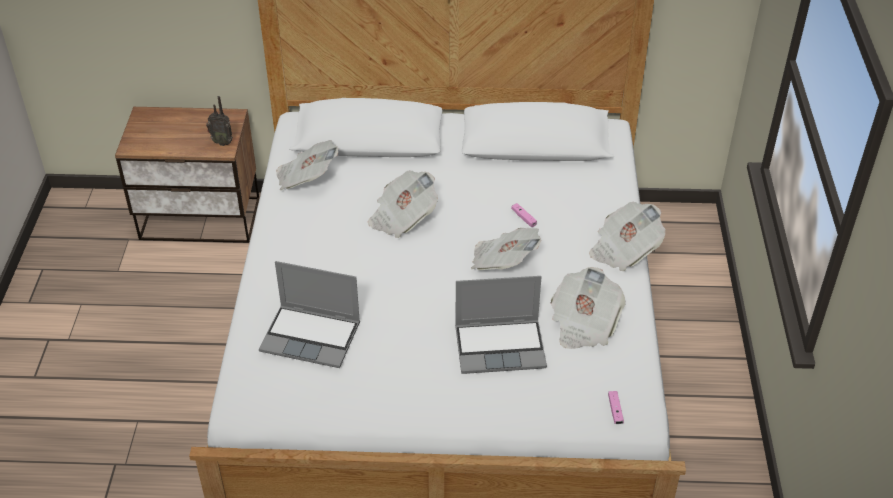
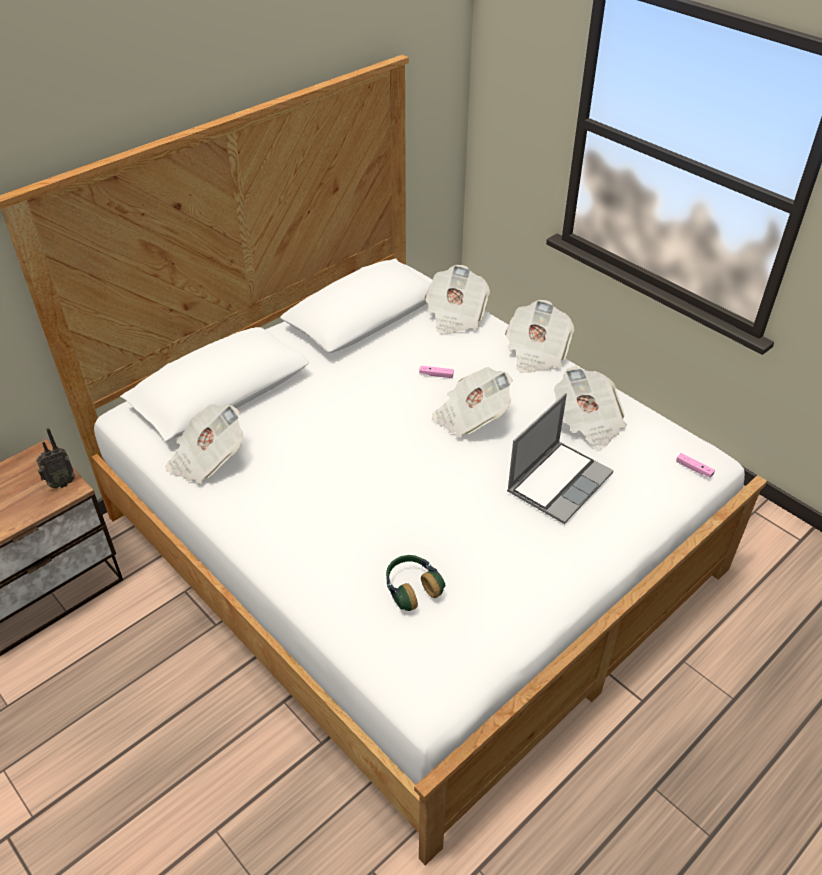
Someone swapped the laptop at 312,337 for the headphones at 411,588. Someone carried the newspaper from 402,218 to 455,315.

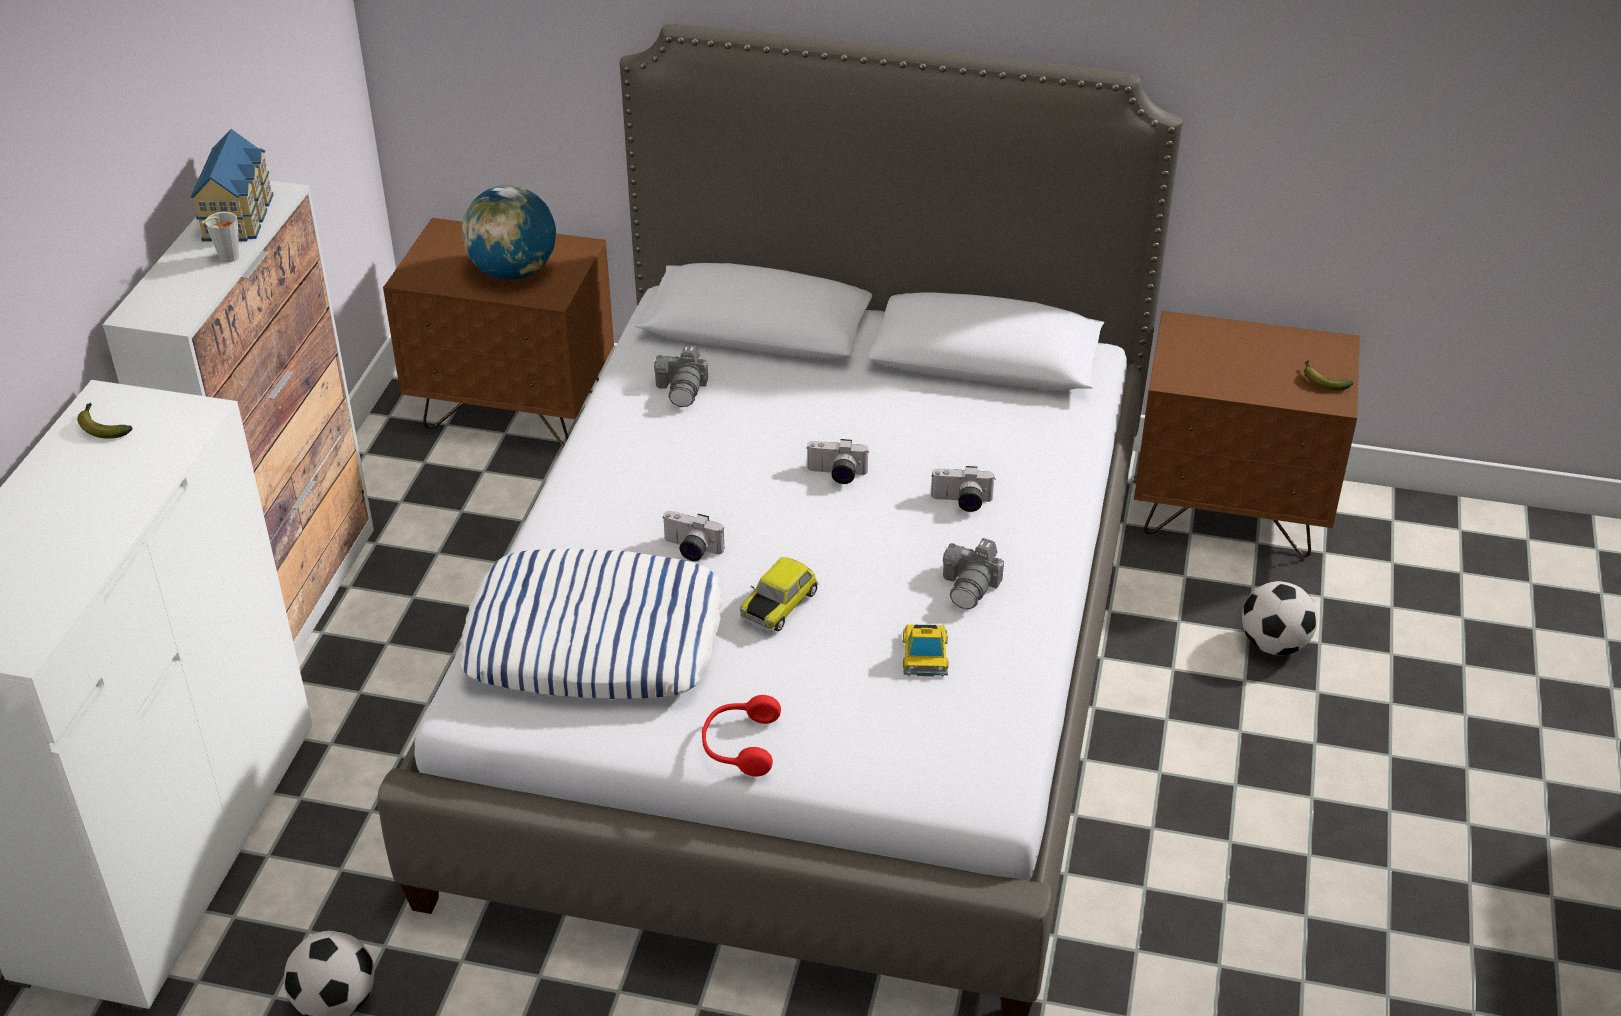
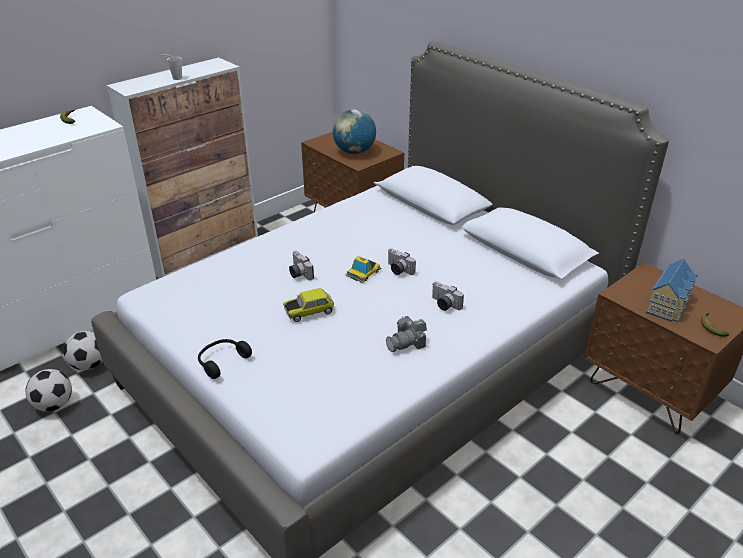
Someone carried the football from 1274,644 to 89,365. Someone repainted the red headphones at 739,745, which became the black headphones at 222,361. Someone carried the toy car from 925,654 to 363,272. Someone carried the toy house from 240,215 to 669,305. Someone took away the pillow at 595,639. Someone took away the photo camera at 683,388.

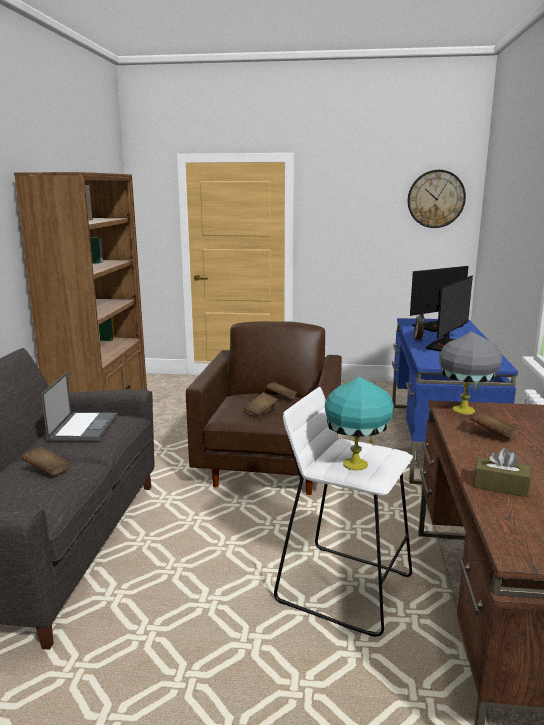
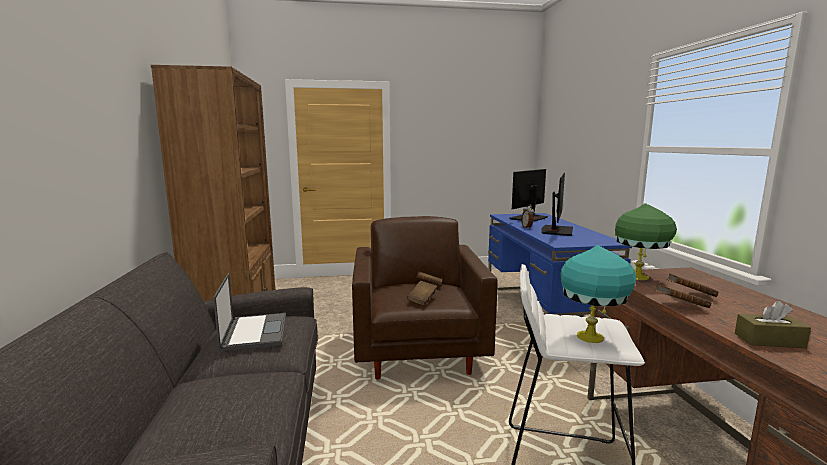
Someone repainted the grey table lamp at 465,410, which became the green table lamp at 639,277. Someone carried the brown book from 47,471 to 680,306. Someone took away the wall clock at 436,199.

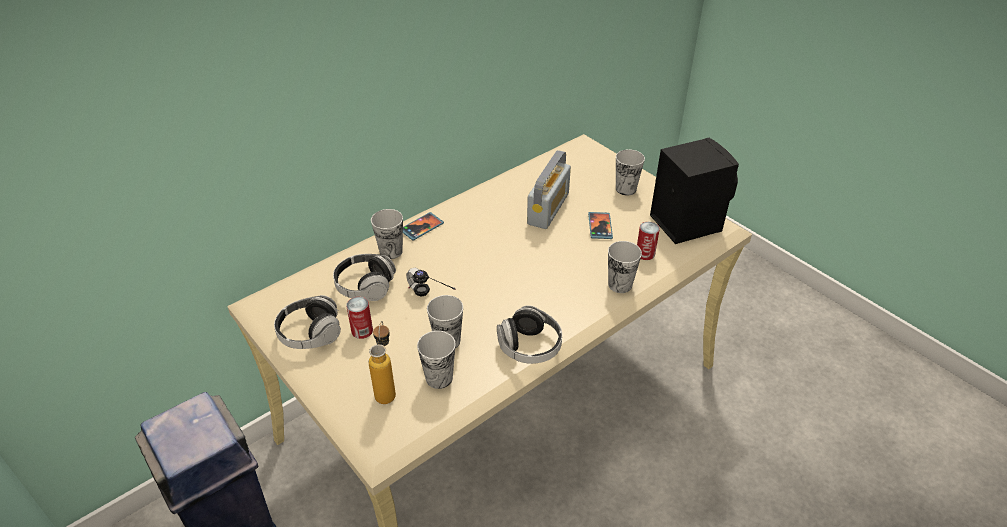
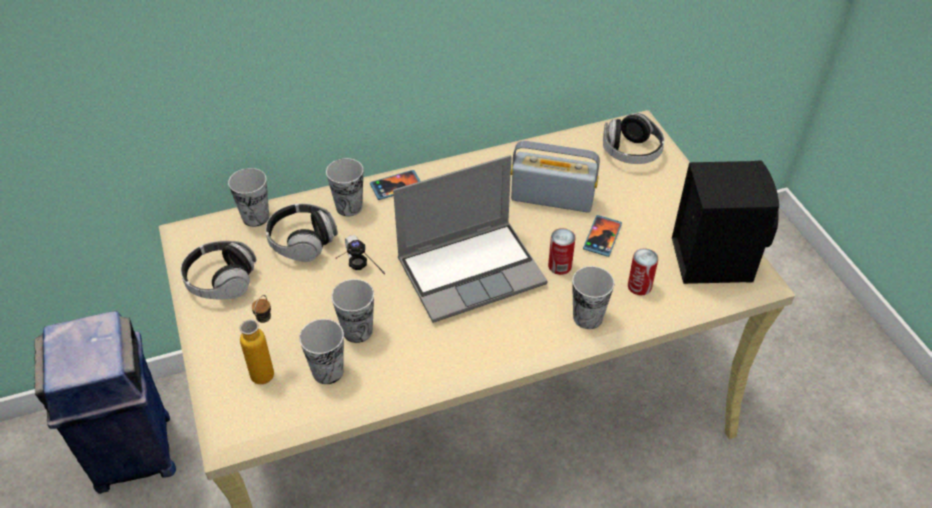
Someone carried the cup from 626,189 to 255,217. Someone put down the laptop at 472,270. Someone rotated the radio at 548,208 by 120 degrees counterclockwise. Someone carried the can from 362,330 to 560,265. Someone carried the headphones from 529,347 to 631,152.

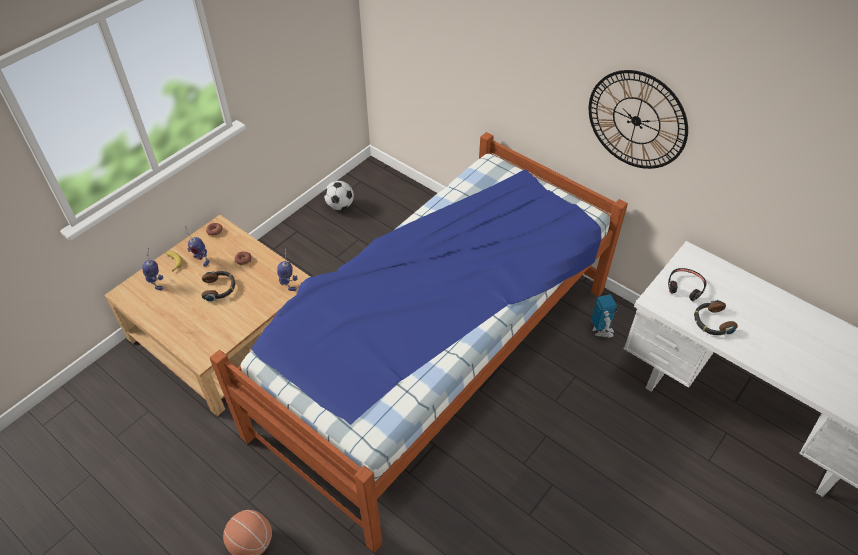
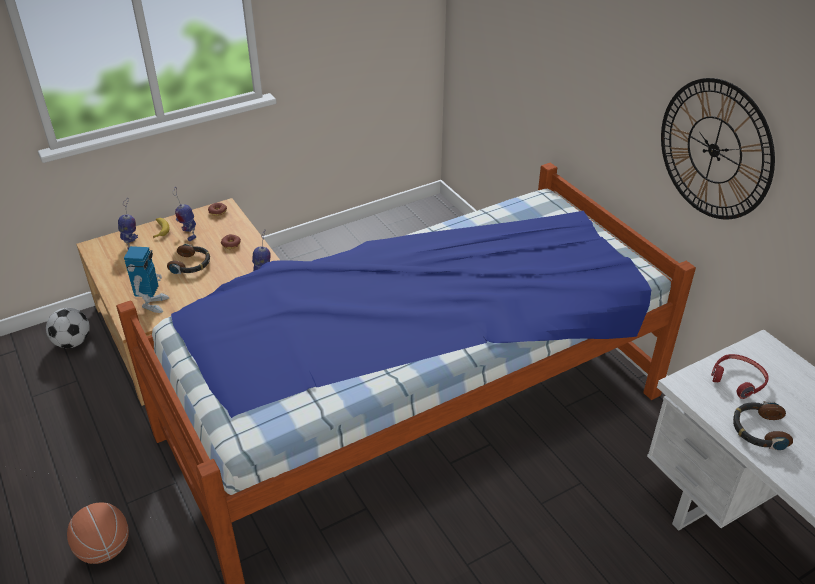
Someone carried the football from 340,206 to 73,342. Someone carried the toy robot from 600,331 to 153,304. Someone repainted the black headphones at 685,287, which became the red headphones at 737,380.

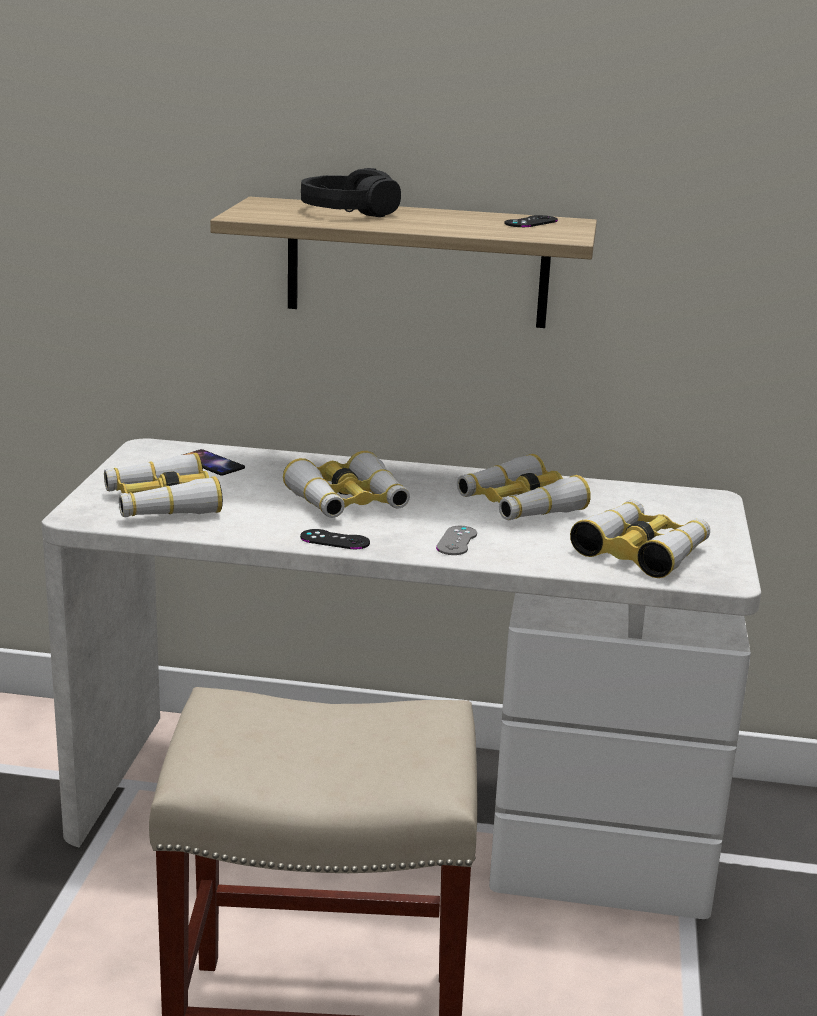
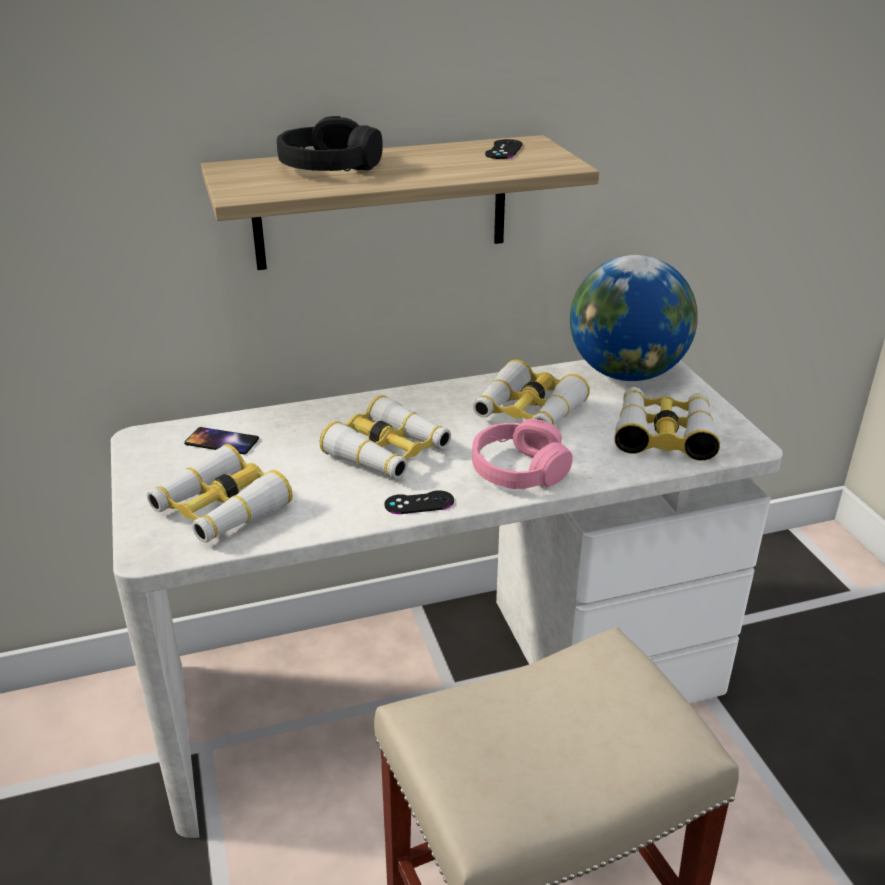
Someone swapped the grey game controller at 457,541 for the pink headphones at 519,469. Someone put down the globe at 626,374.

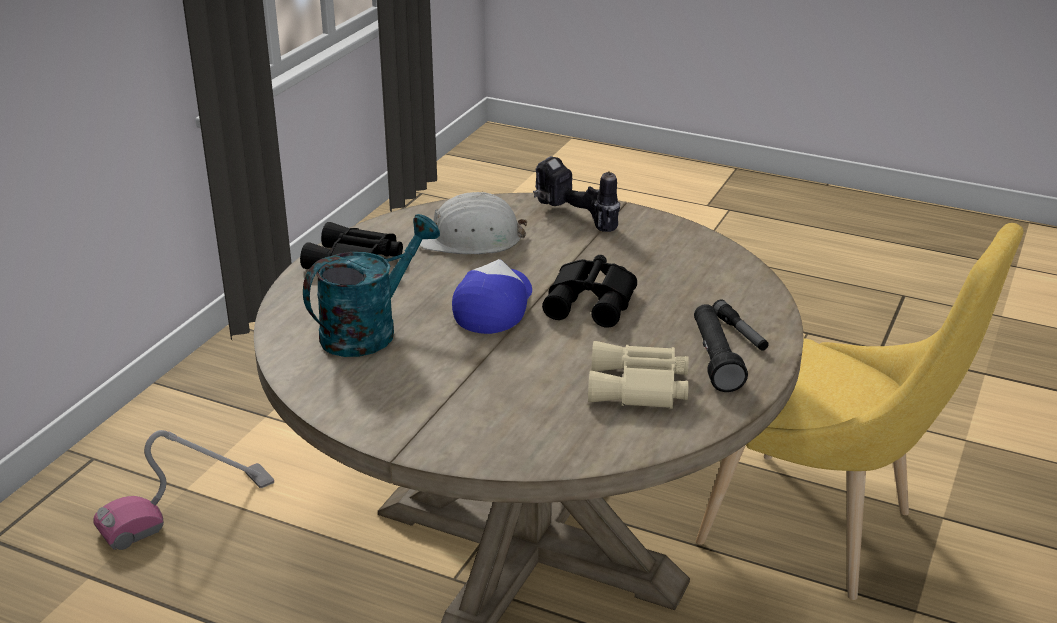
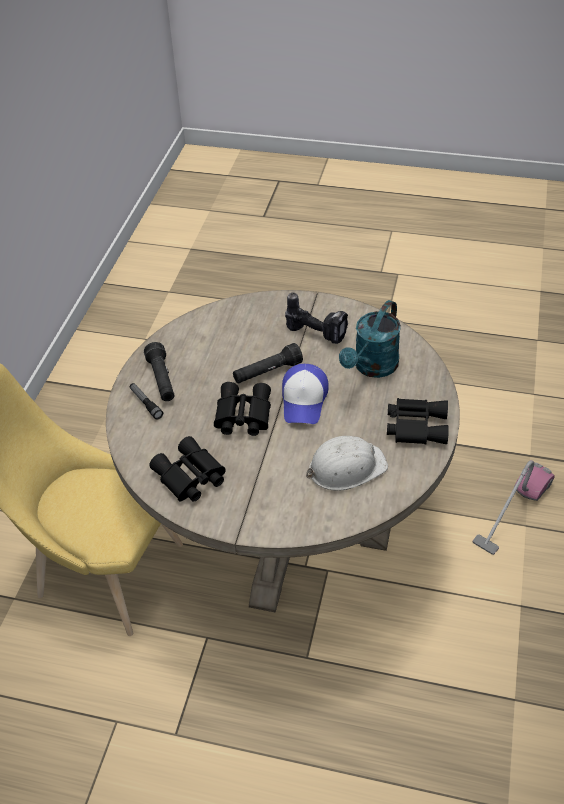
Someone put down the black binoculars at 189,477. Someone put down the black flashlight at 267,372. Someone carried the power drill from 573,218 to 318,333. Someone took away the beige binoculars at 639,388.

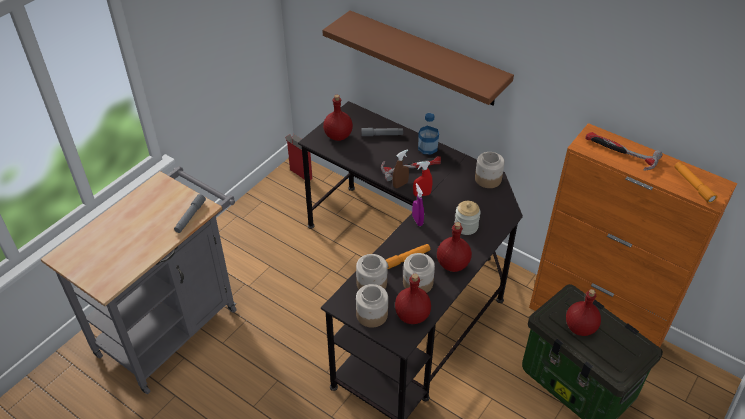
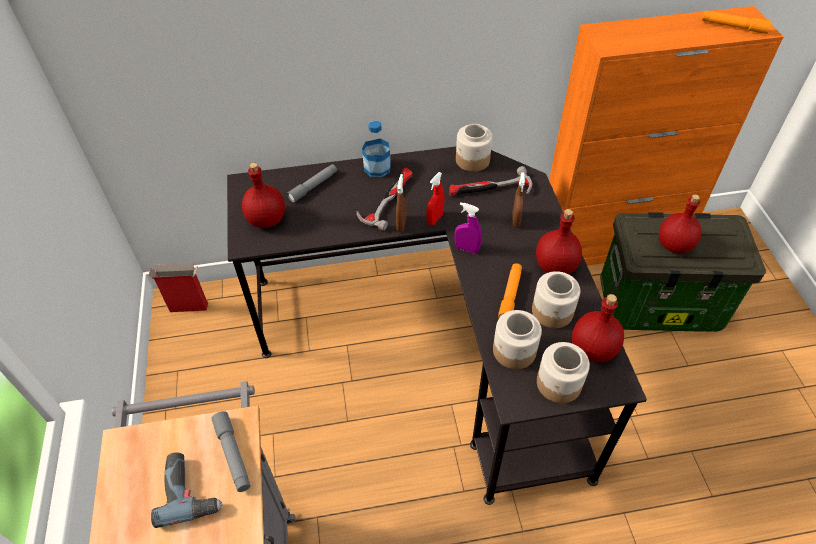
Someone put down the power drill at 190,489. Someone carried the hammer from 620,152 to 490,189. Someone swapped the jar at 466,226 for the brown spray bottle at 516,220. Someone took away the brown shelf at 426,58.

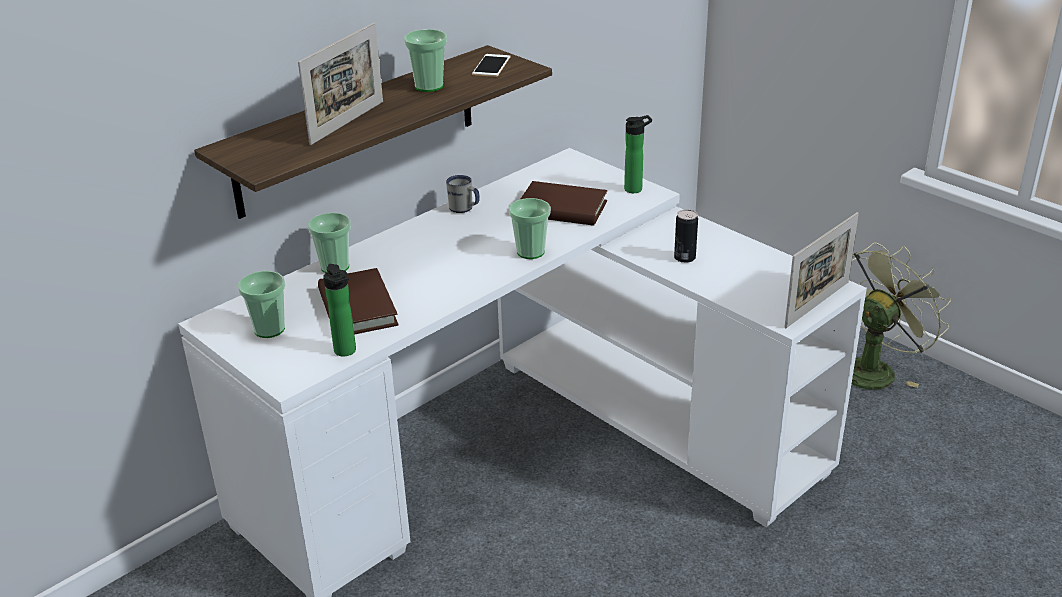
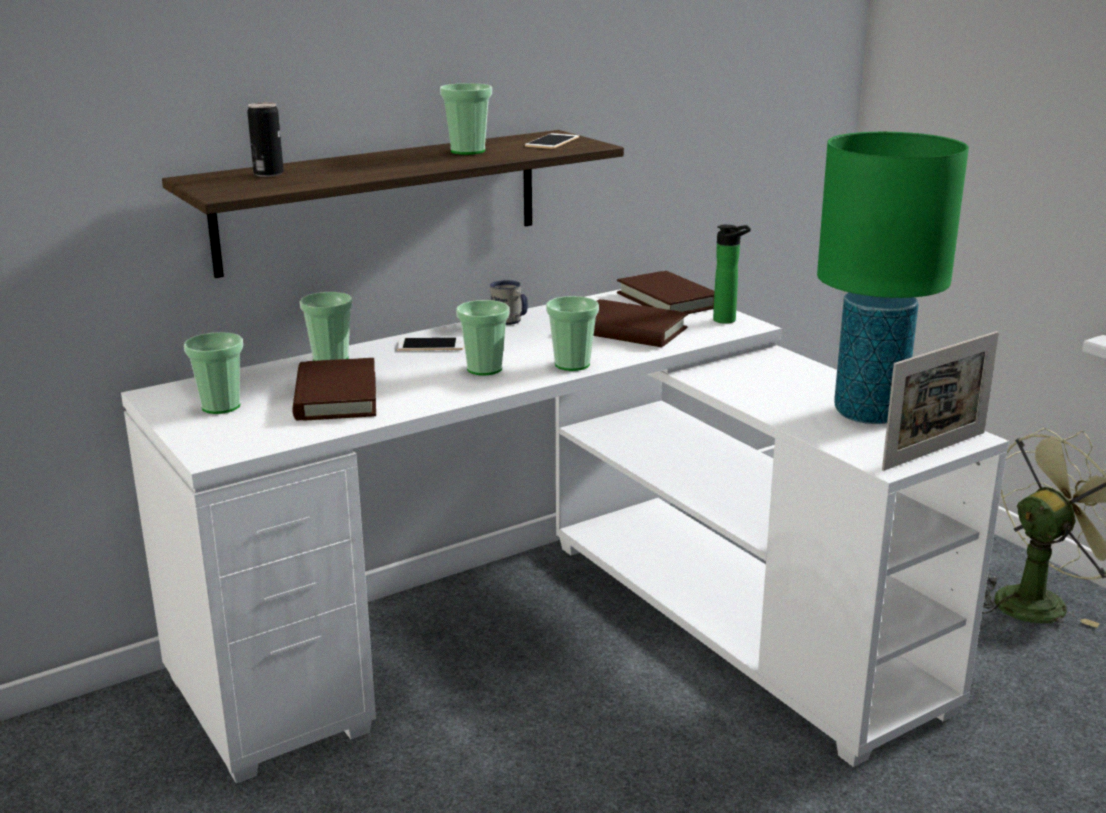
Someone carried the can from 684,258 to 268,174. Someone put down the phone at 431,345. Someone put down the cup at 484,369. Someone put down the brown book at 668,300. Someone put down the green table lamp at 869,413. Someone took away the picture frame at 347,122. Someone took away the bottle at 346,352.

